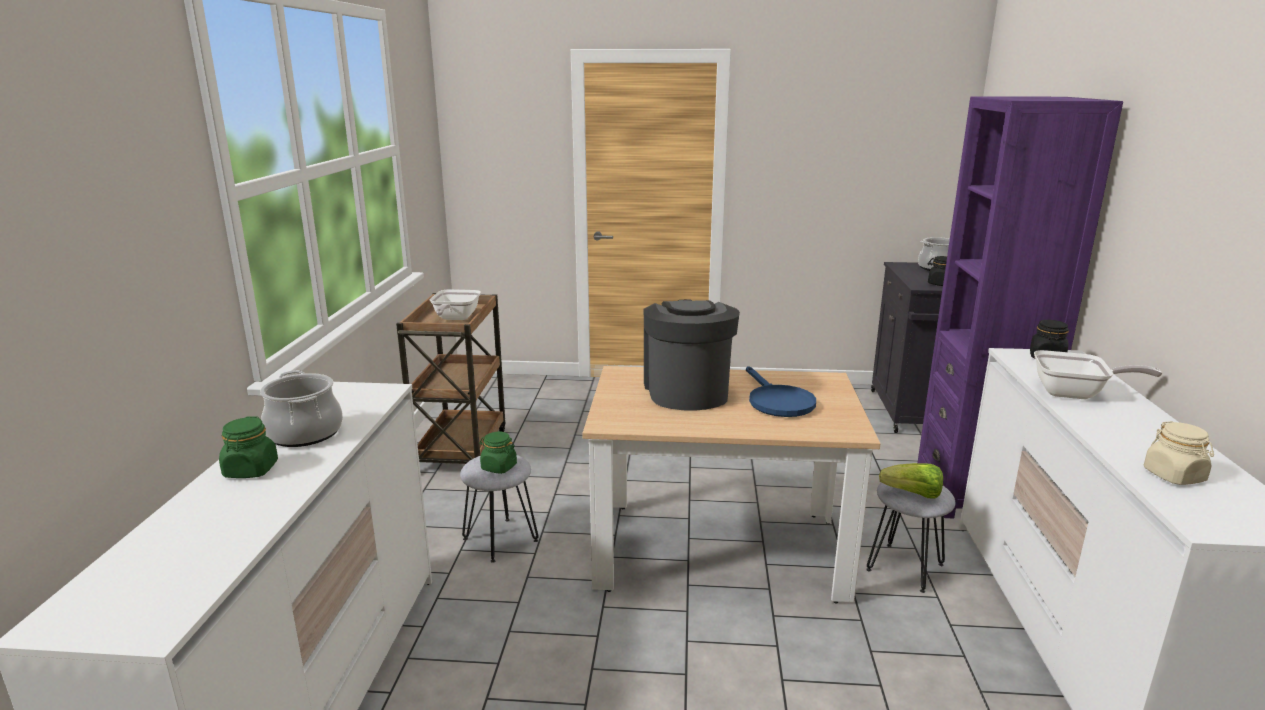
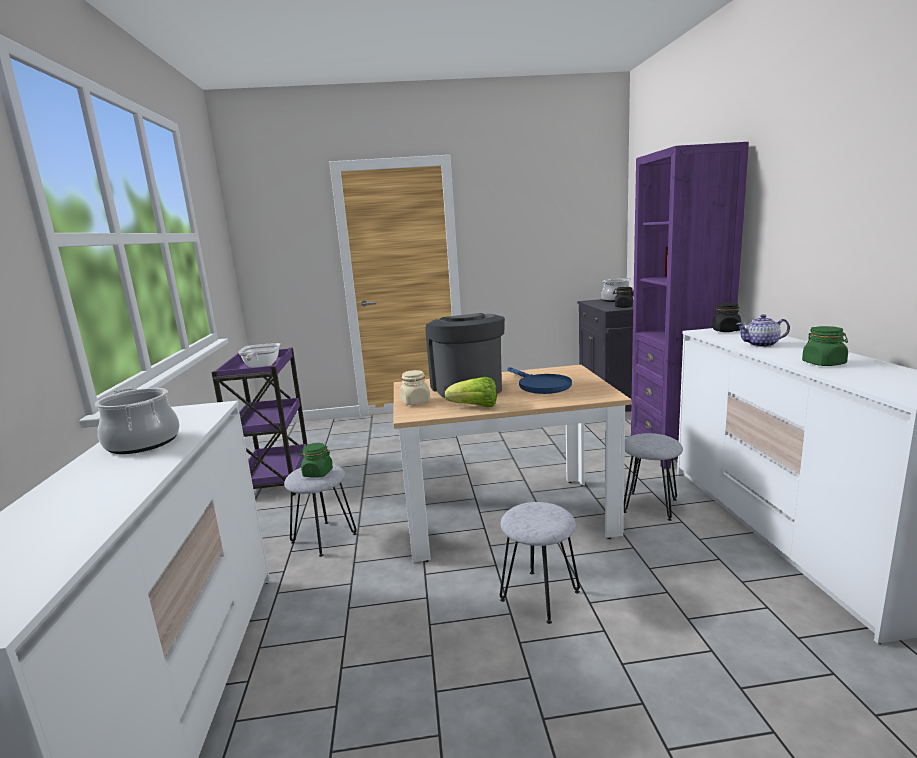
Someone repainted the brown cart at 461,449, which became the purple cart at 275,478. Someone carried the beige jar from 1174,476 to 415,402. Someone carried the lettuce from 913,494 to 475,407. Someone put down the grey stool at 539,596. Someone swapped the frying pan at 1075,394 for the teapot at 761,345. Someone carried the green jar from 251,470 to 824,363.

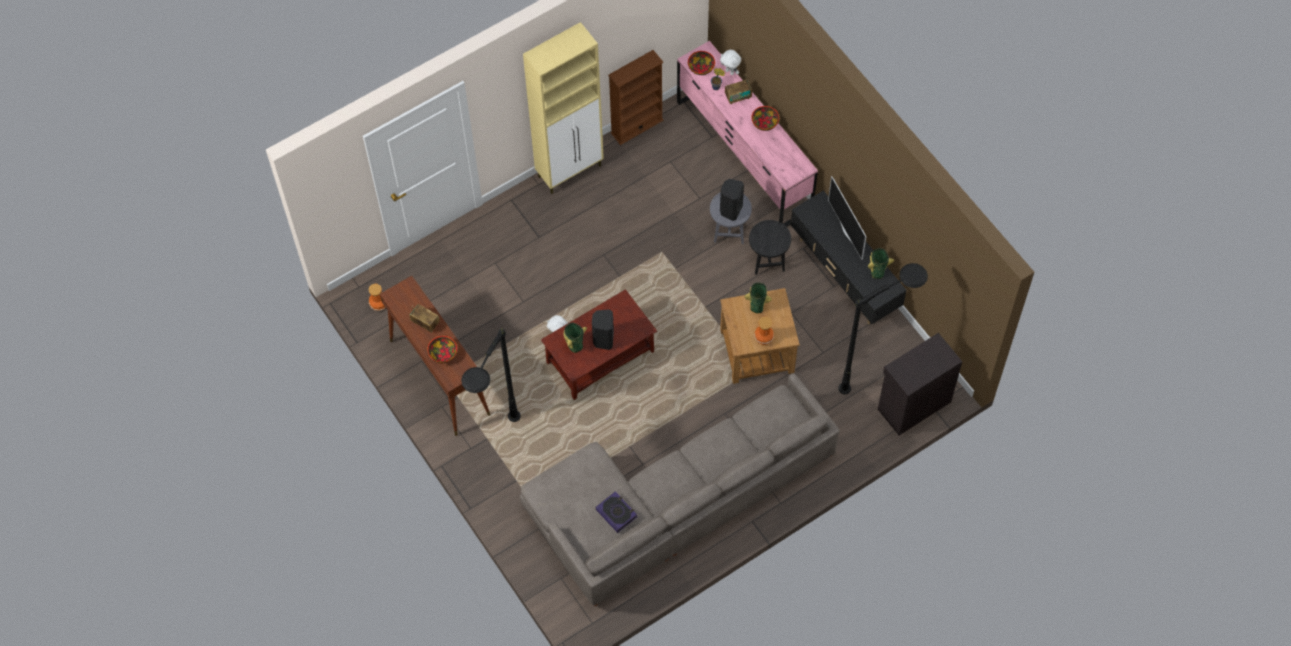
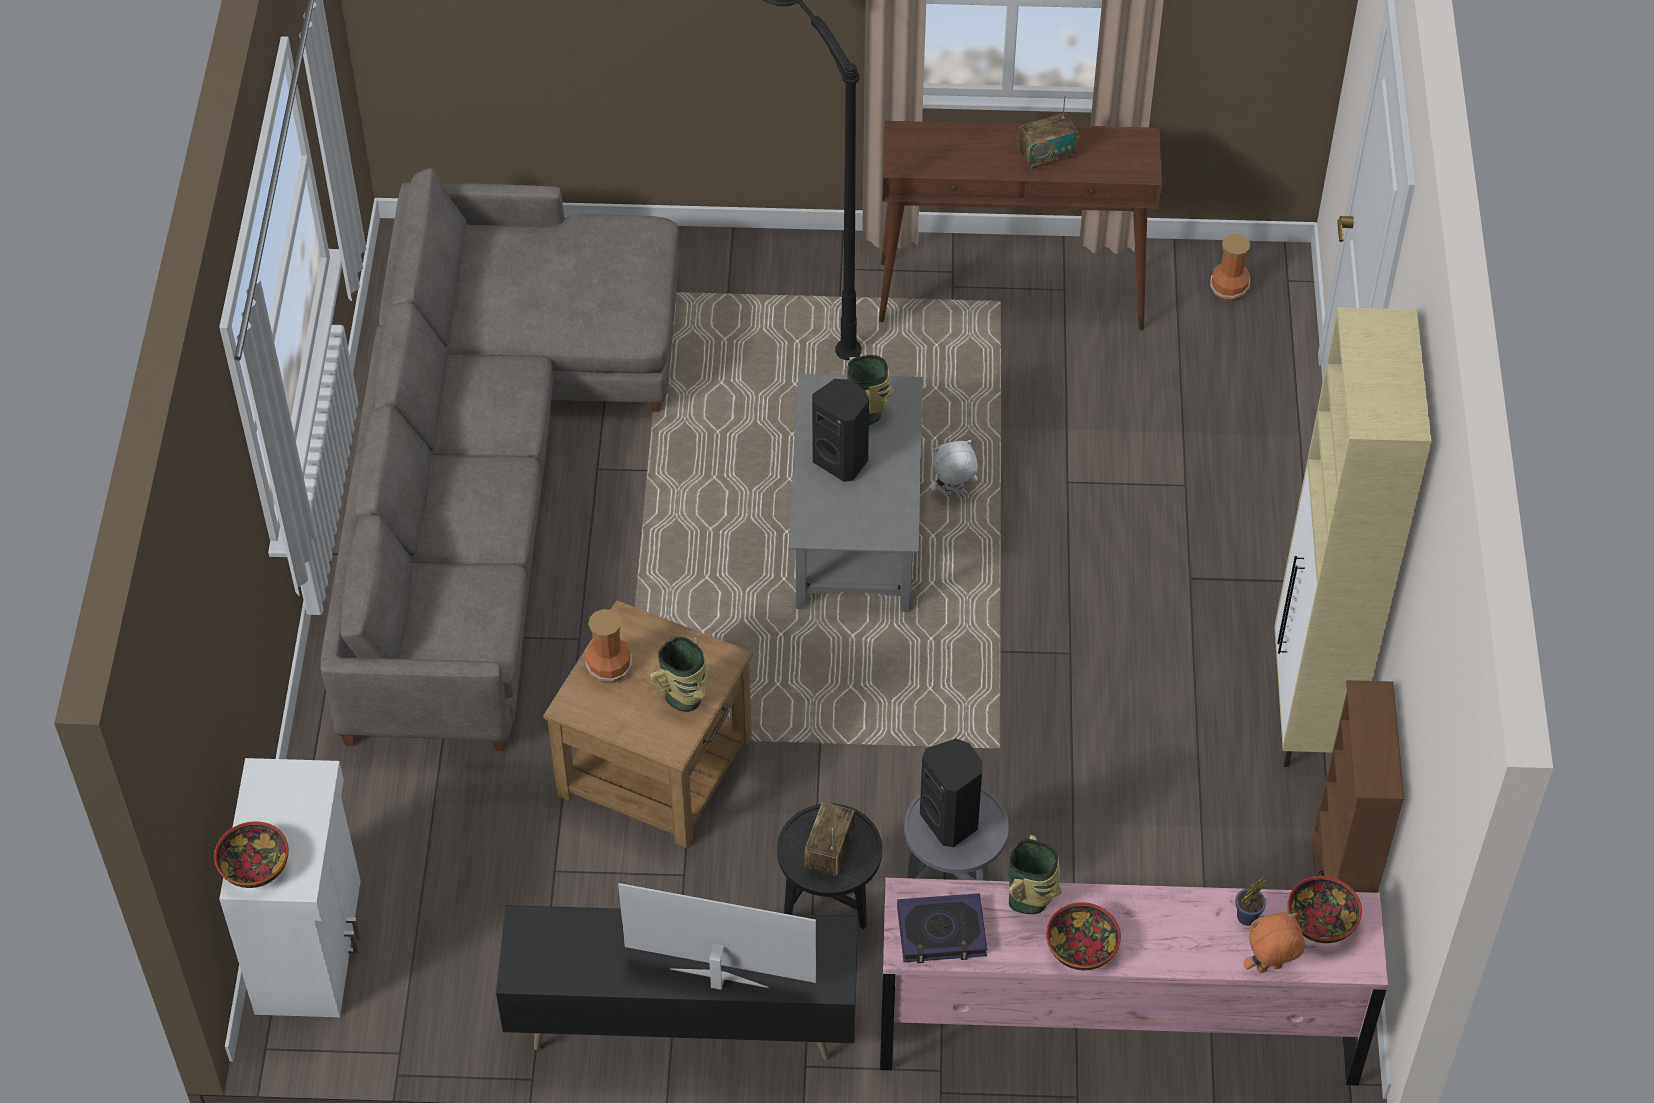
Someone carried the bowl from 443,354 to 254,866. Someone repainted the black cabinet at 913,405, which became the white cabinet at 311,945. Someone repainted the brown coffee table at 599,358, which became the grey coffee table at 855,525. Someone carried the radio from 738,97 to 830,851. Someone carried the book from 616,513 to 941,932. Someone carried the vase from 877,271 to 1030,901. Someone repainted the white plush toy at 730,72, which became the orange plush toy at 1269,969. Someone took away the black floor lamp at 880,373.

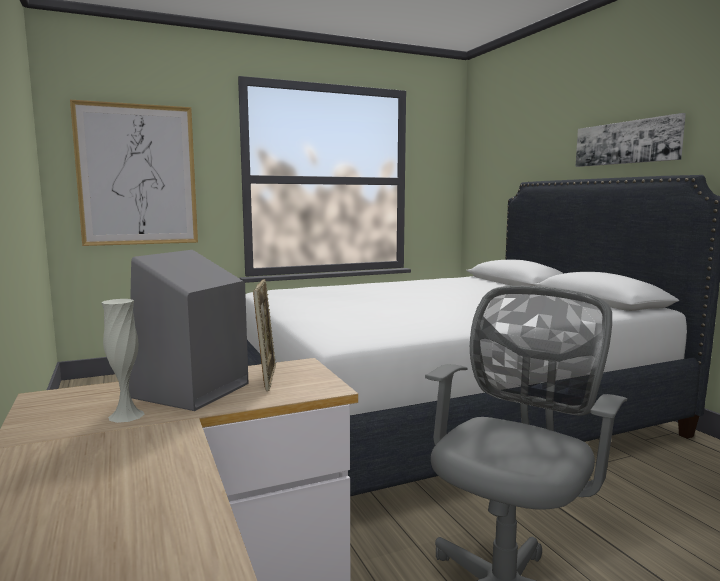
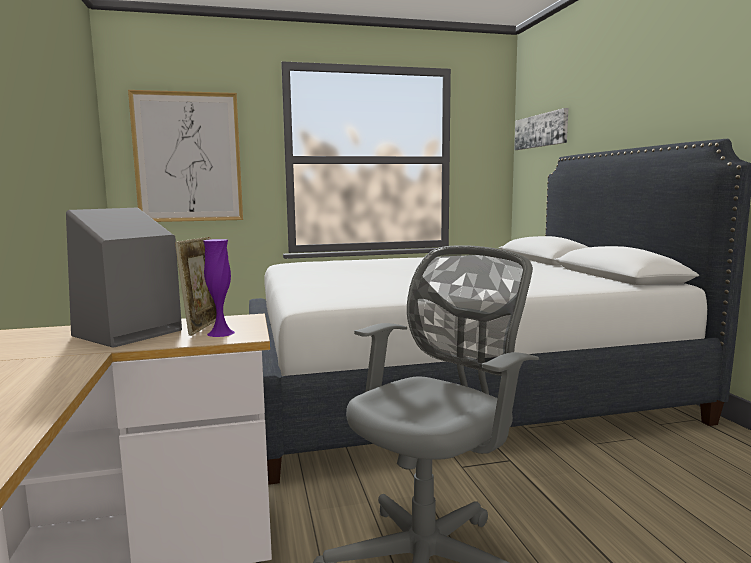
Someone put down the purple vase at 221,333. Someone carried the picture from 626,142 to 541,130. Someone took away the white vase at 126,415.

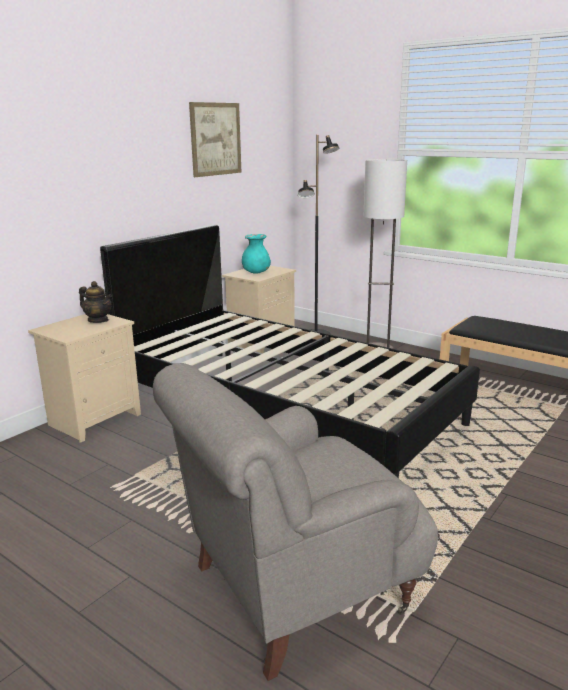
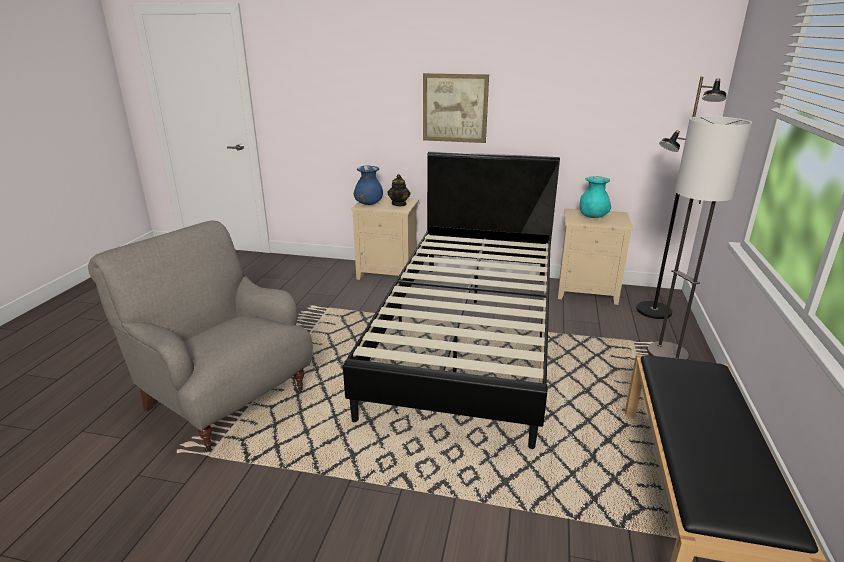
Someone put down the blue vase at 368,204. Someone carried the picture from 215,139 to 455,108.

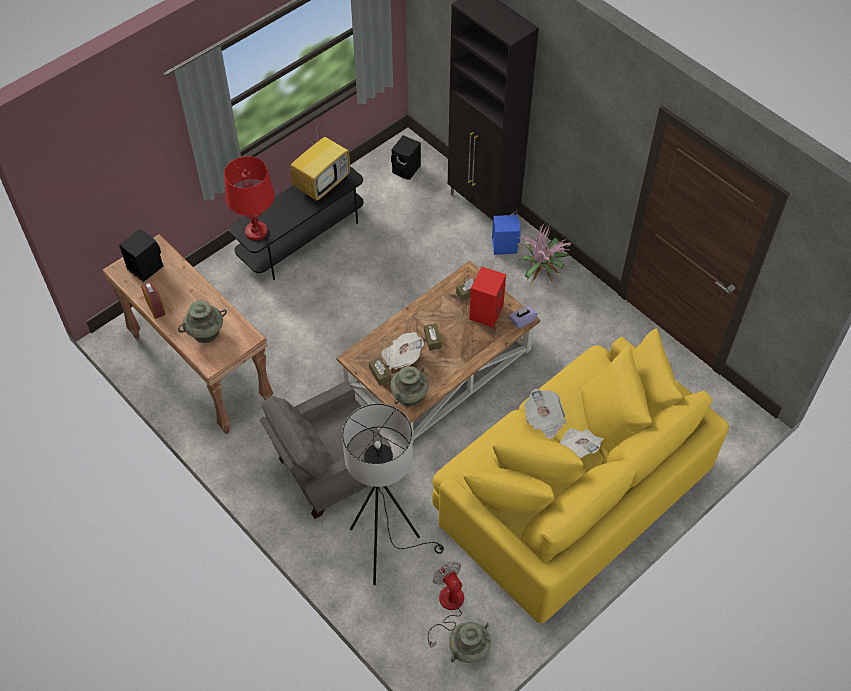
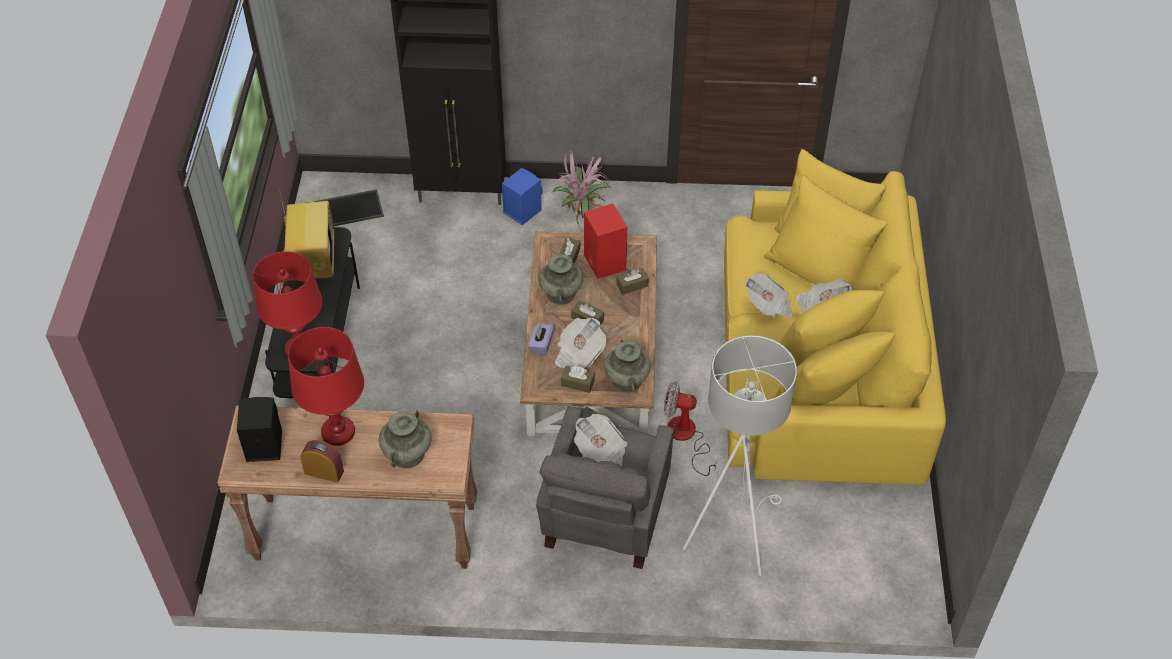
Someone put down the red table lamp at 338,432. Someone swapped the black speaker at 407,170 for the tray at 349,208. Someone carried the purple tissue box from 522,321 to 541,344. Someone carried the turquoise vase from 469,650 to 561,293. Someone put down the newspaper at 601,451. Someone put down the brown tissue box at 632,285. Someone carried the fan from 448,607 to 686,437. Someone repainted the black floor lamp at 386,547, which became the white floor lamp at 732,536.

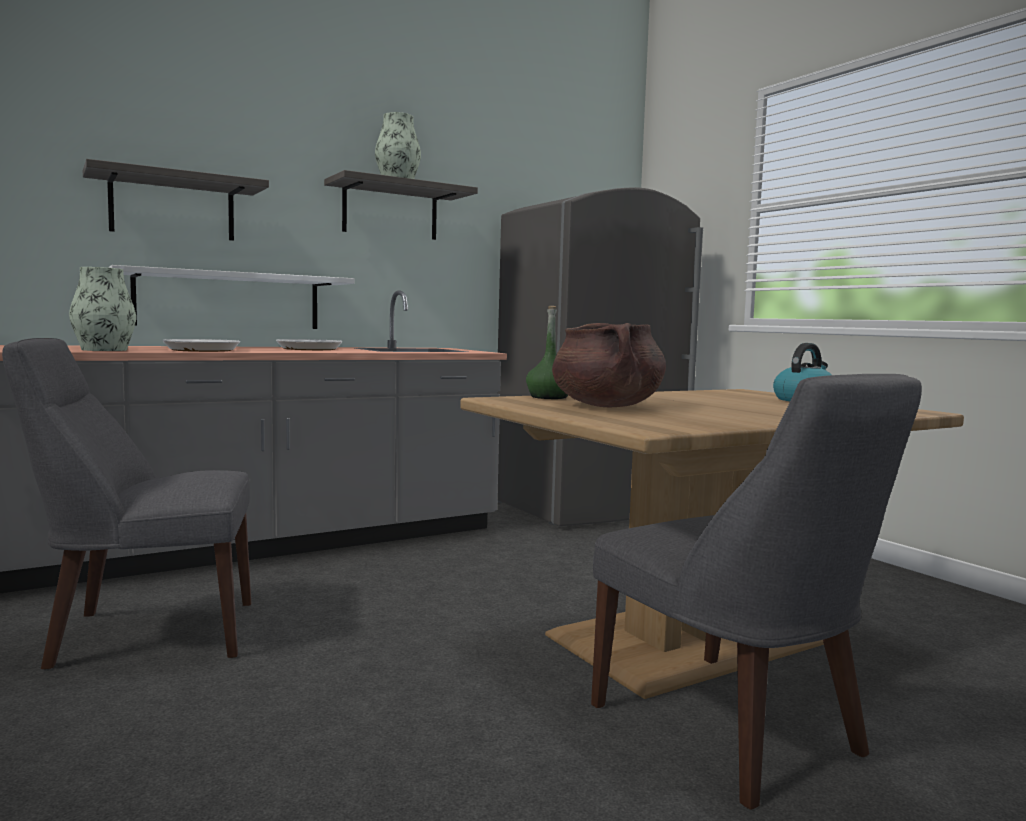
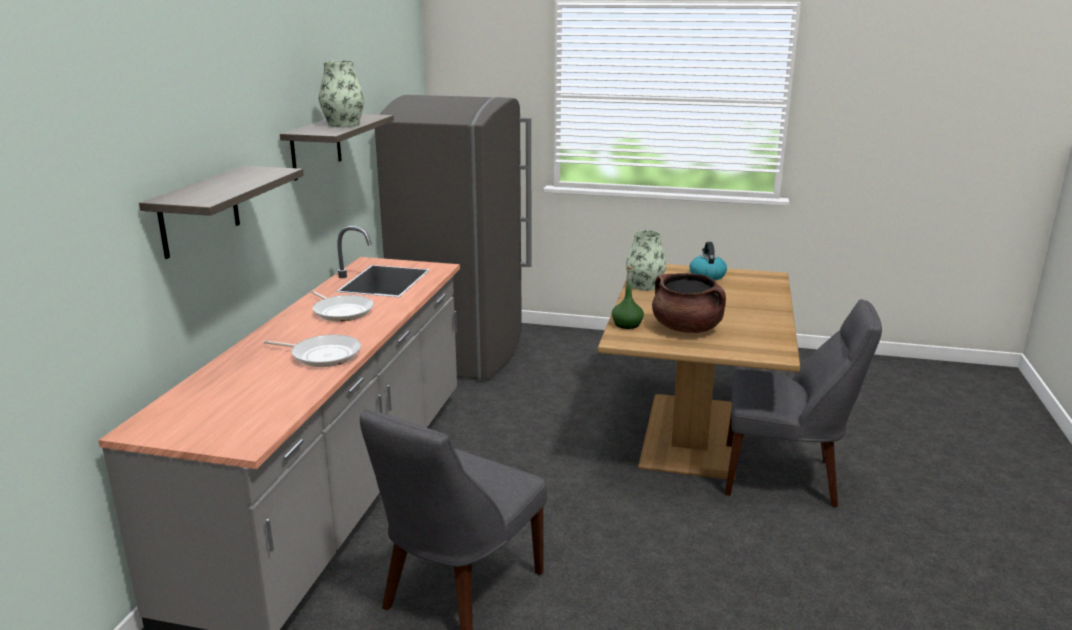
Someone carried the vase from 104,350 to 644,286. Someone took away the white shelf at 229,301.

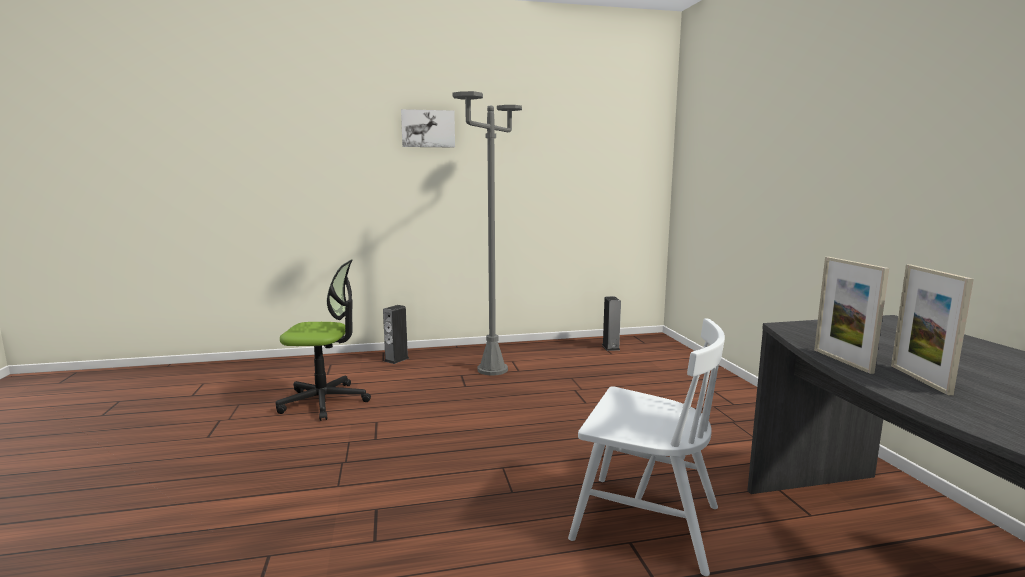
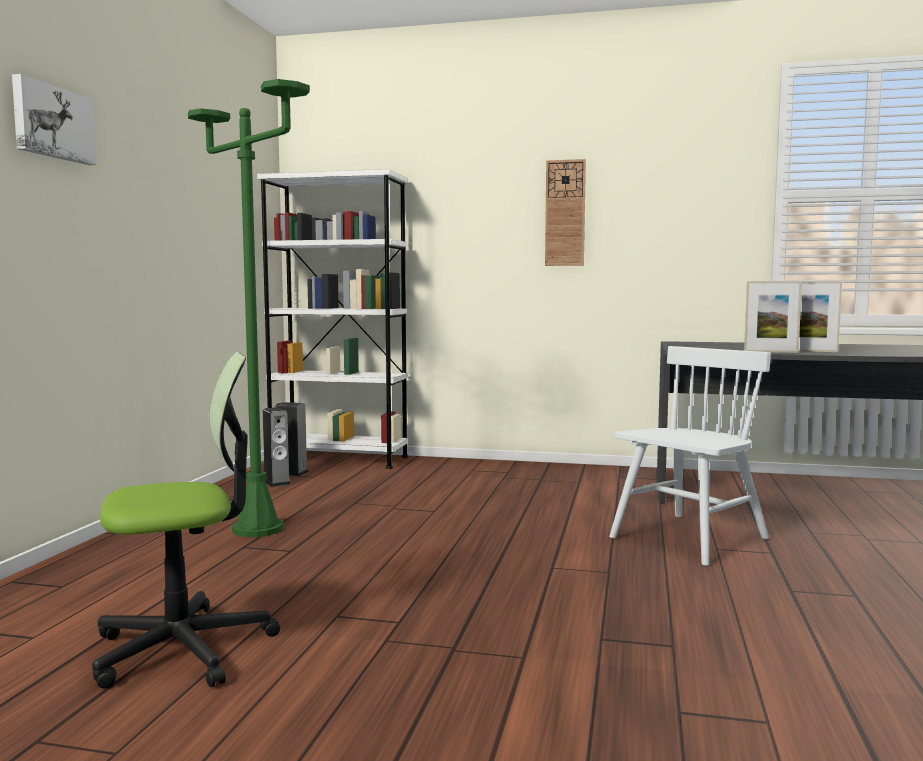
Someone rotated the office chair at 324,401 by 45 degrees clockwise. Someone repainted the grey floor lamp at 492,370, which became the green floor lamp at 257,529. Someone put down the white bookcase at 339,459. Someone carried the speaker from 396,359 to 276,482. Someone put up the wall clock at 565,213.

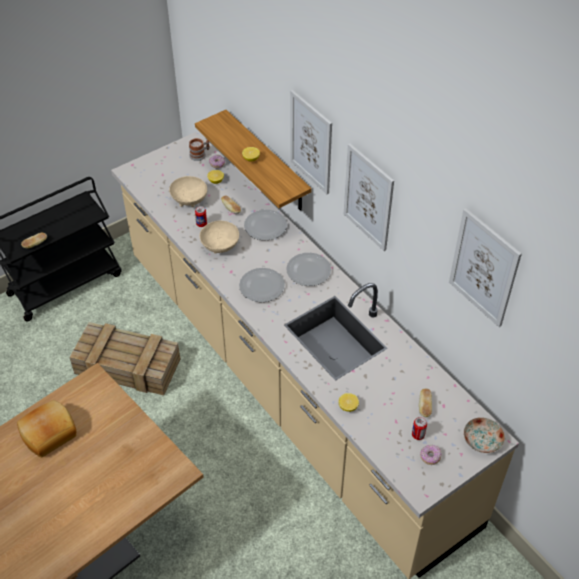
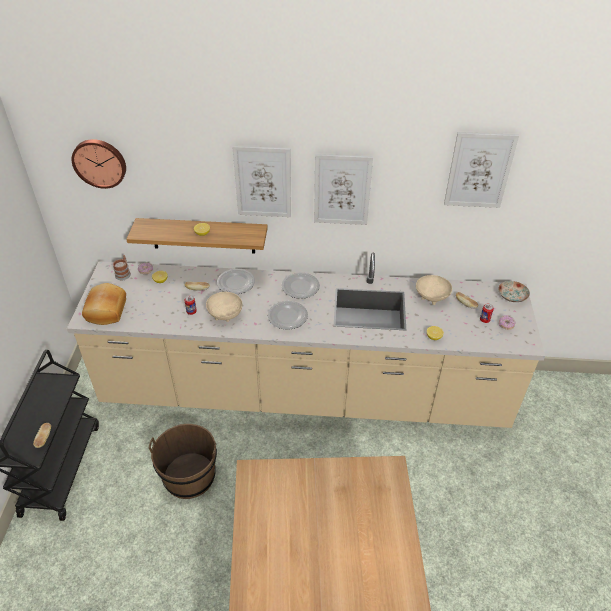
Someone put up the wall clock at 100,162. Someone carried the bread from 48,433 to 105,311. Someone swapped the crate at 129,366 for the brown bucket at 189,476. Someone carried the beige bowl from 190,201 to 432,297.

